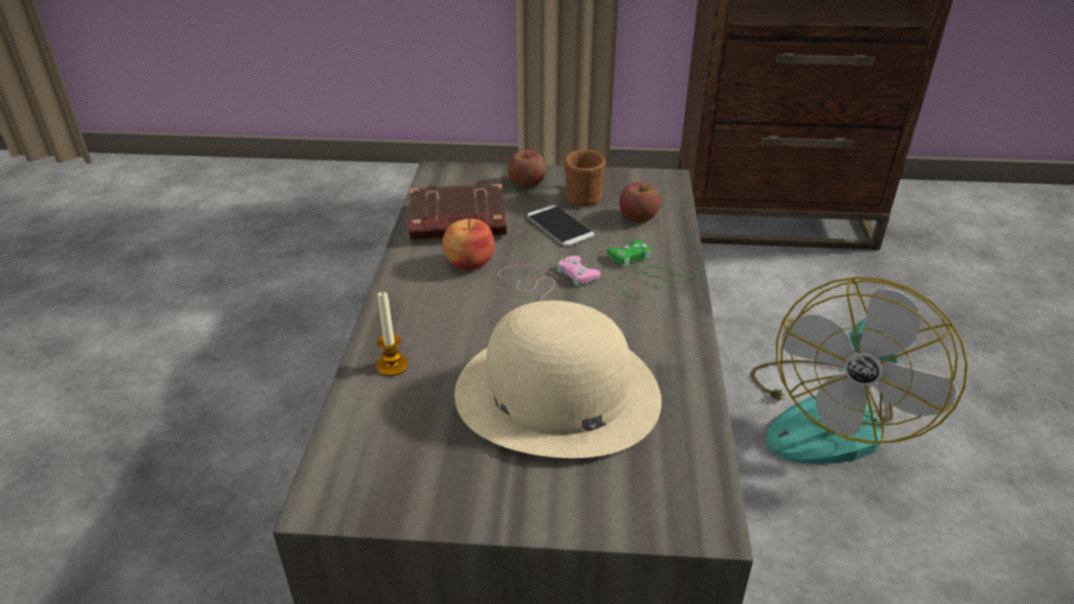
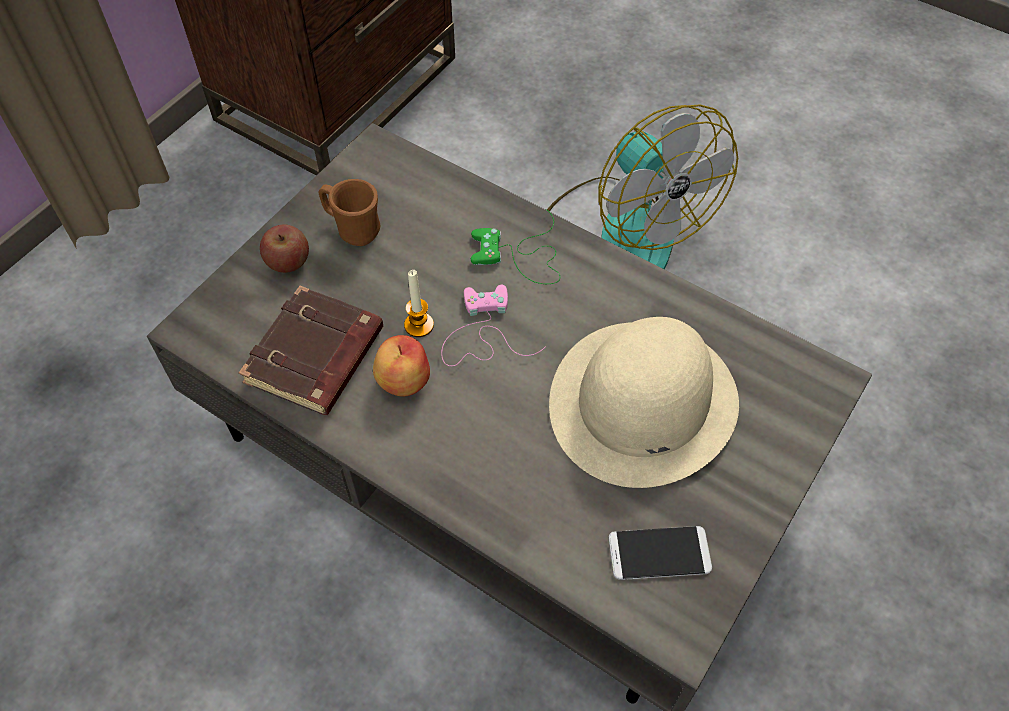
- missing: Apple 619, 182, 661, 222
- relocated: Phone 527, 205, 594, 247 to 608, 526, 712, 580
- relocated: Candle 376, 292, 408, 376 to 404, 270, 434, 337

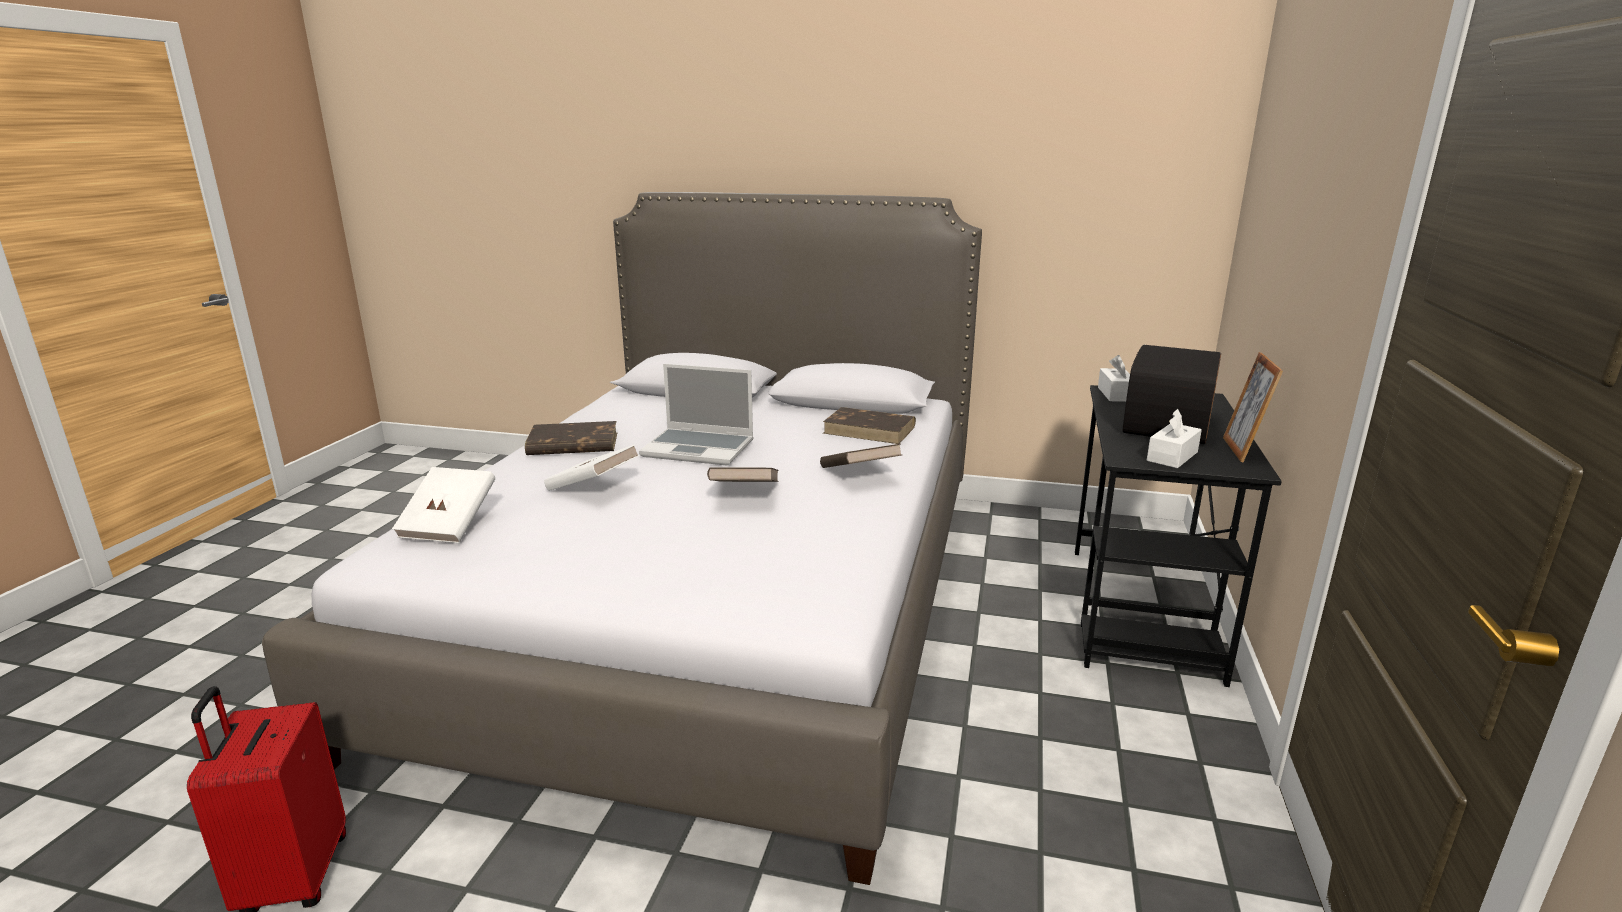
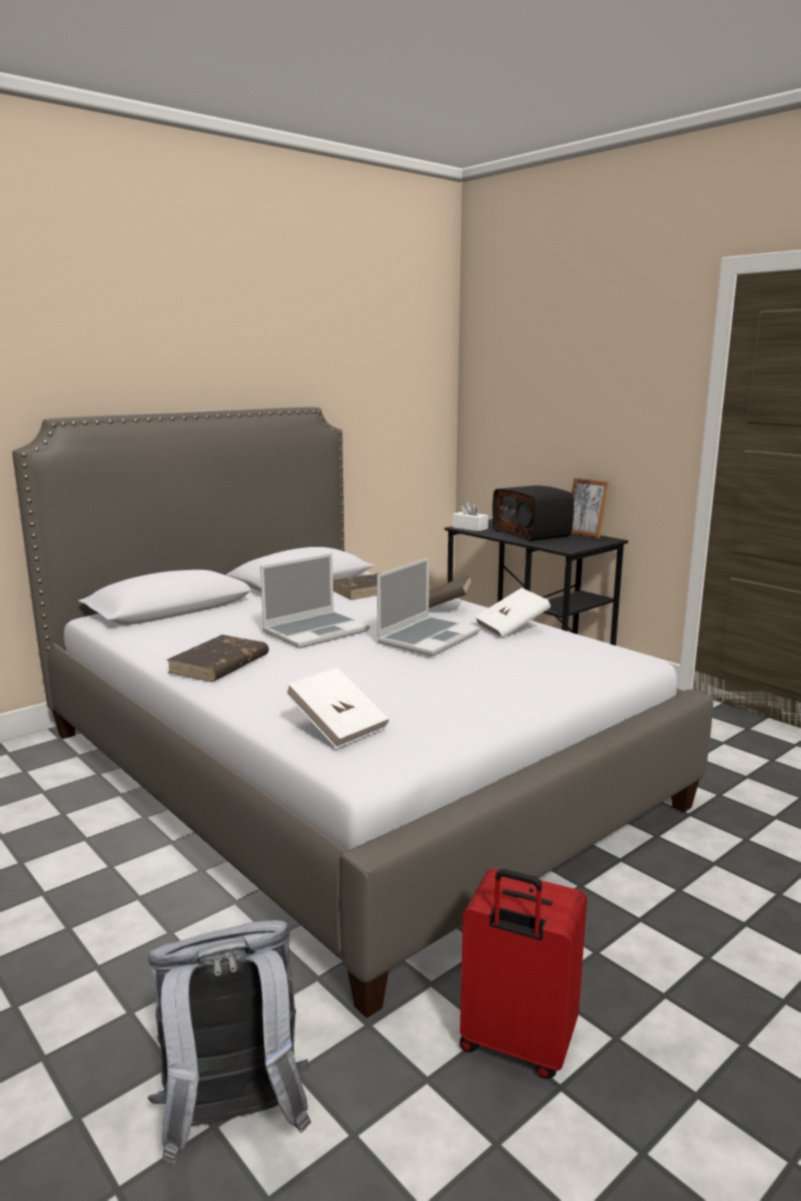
- missing: WhiteTissueBox 1147, 409, 1202, 468
- relocated: WhiteBook 544, 445, 640, 491 to 475, 588, 551, 639
- exchanged: BrownBook 707, 467, 779, 482 to Laptop 377, 557, 480, 656
- appeared: GreyBackpack 148, 920, 311, 1164

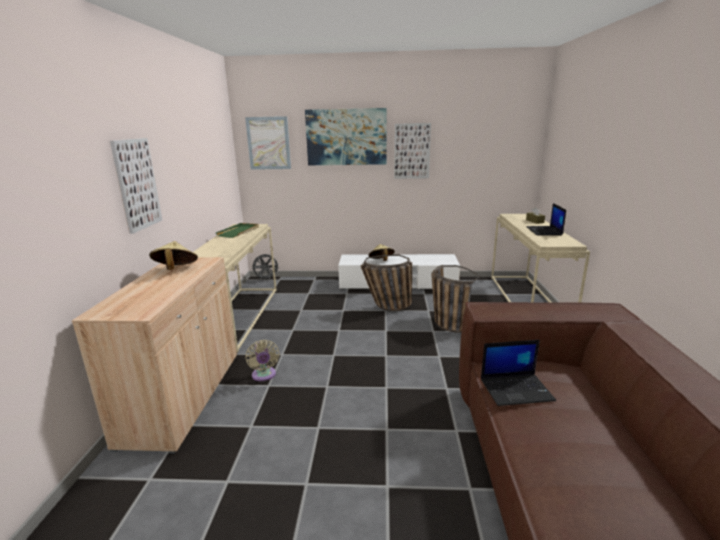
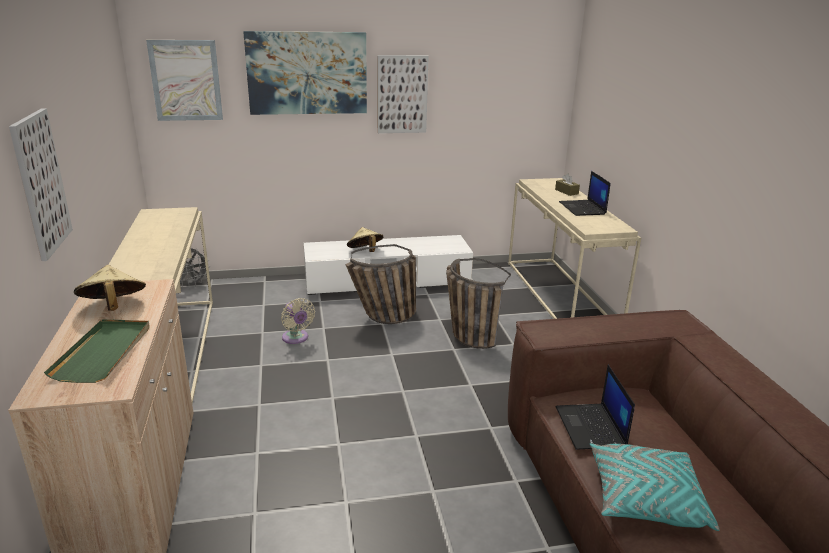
- relocated: GreenTray 216, 223, 259, 238 to 44, 319, 150, 383
- relocated: BeigeFan 245, 340, 280, 381 to 281, 298, 315, 344
- spun: Laptop 481, 340, 556, 406 = 556, 365, 635, 450 105 degrees clockwise
- appeared: TurquoisePillow 590, 443, 720, 531

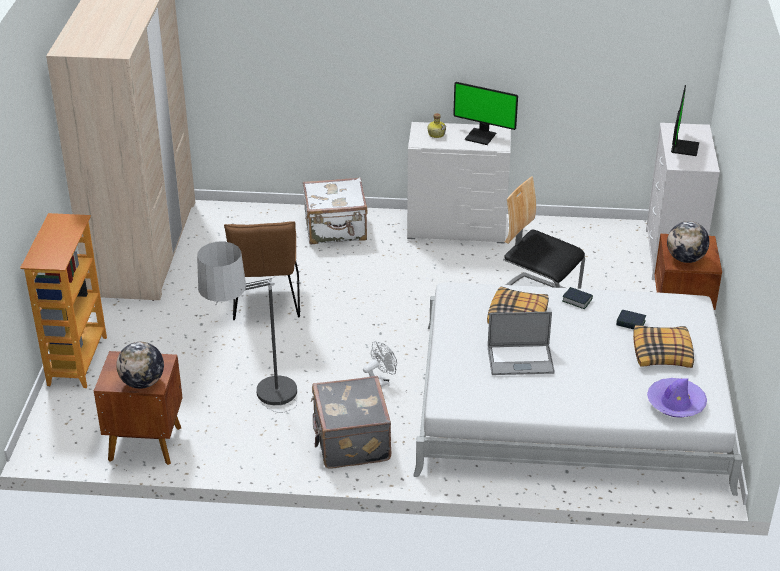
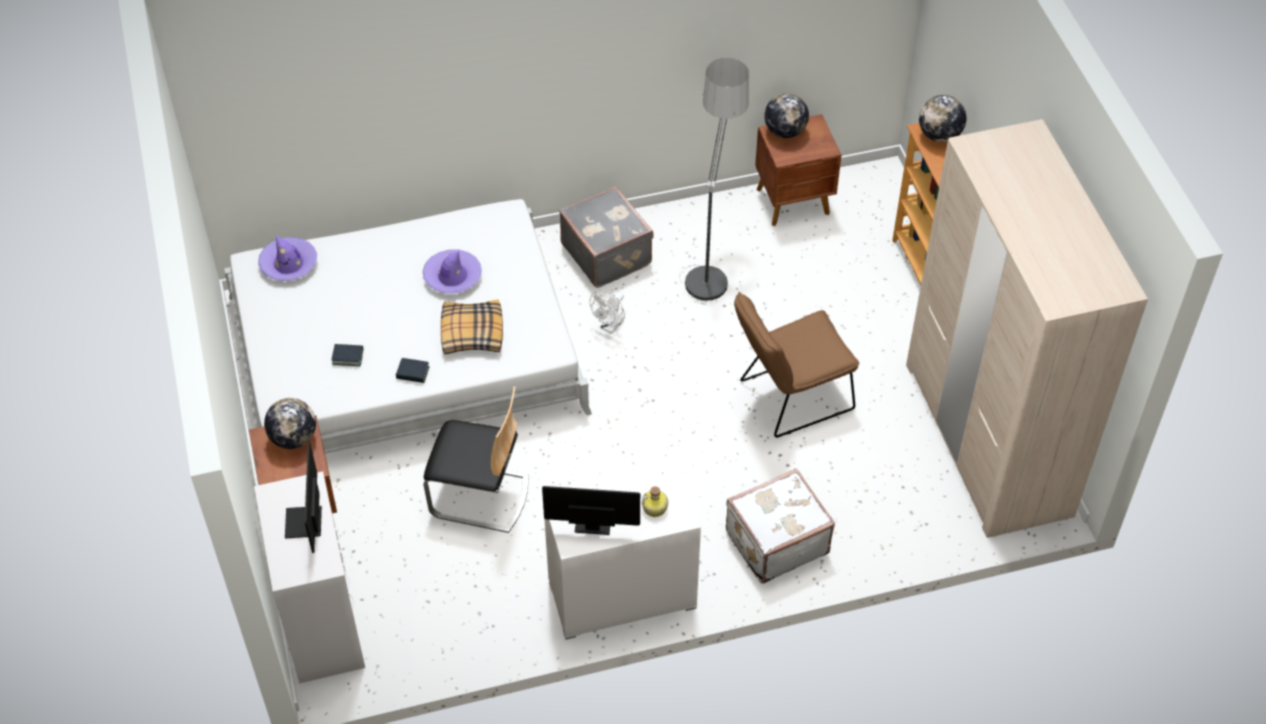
- spun: BrownChair 224, 221, 300, 320 = 734, 292, 860, 437 90 degrees counterclockwise
- exchanged: Laptop 488, 311, 555, 375 to PurpleHat 423, 250, 482, 294
- missing: Pillow 633, 325, 694, 368
- appeared: Globe 919, 95, 966, 142

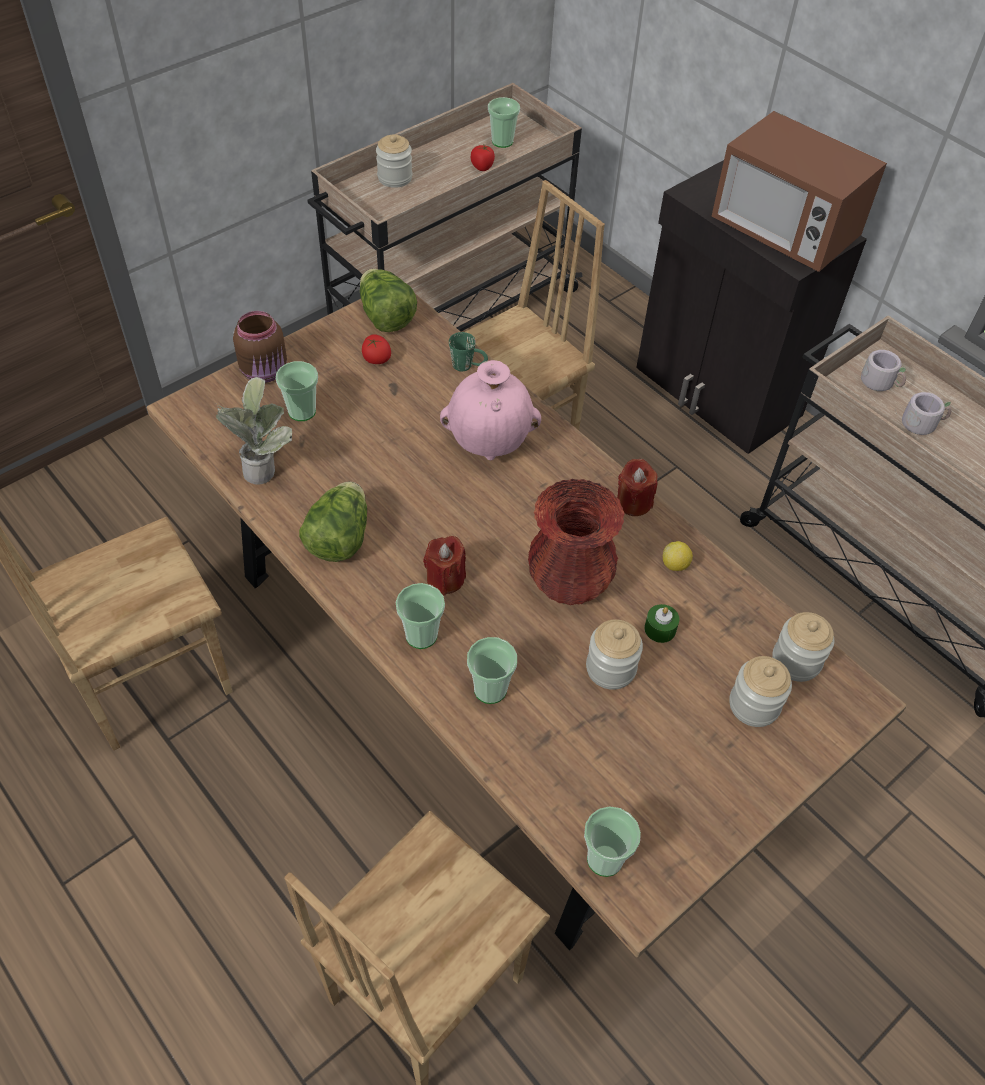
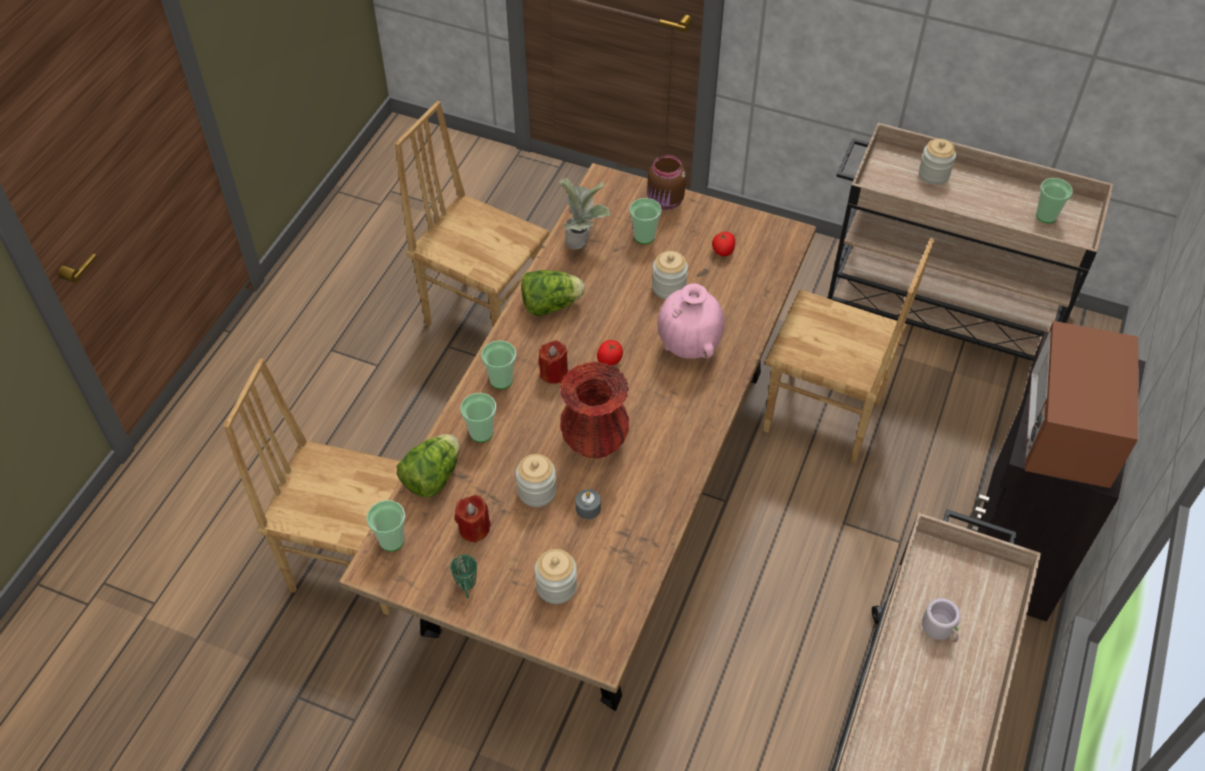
- relocated: Tomato 471, 145, 495, 171 to 597, 340, 623, 366
- relocated: Lettuce 360, 269, 417, 332 to 397, 434, 460, 497
- relocated: GreenMug 449, 332, 488, 371 to 450, 555, 477, 598
- missing: GreyMug 861, 350, 906, 391
- relocated: RedCandle 617, 459, 658, 516 to 454, 495, 491, 543
- missing: Lemon 663, 541, 693, 571
- colour: GreenCandle 644, 604, 679, 643 to GreyCandle 576, 489, 601, 519
- relocated: Jar 772, 612, 834, 682 to 652, 251, 688, 299

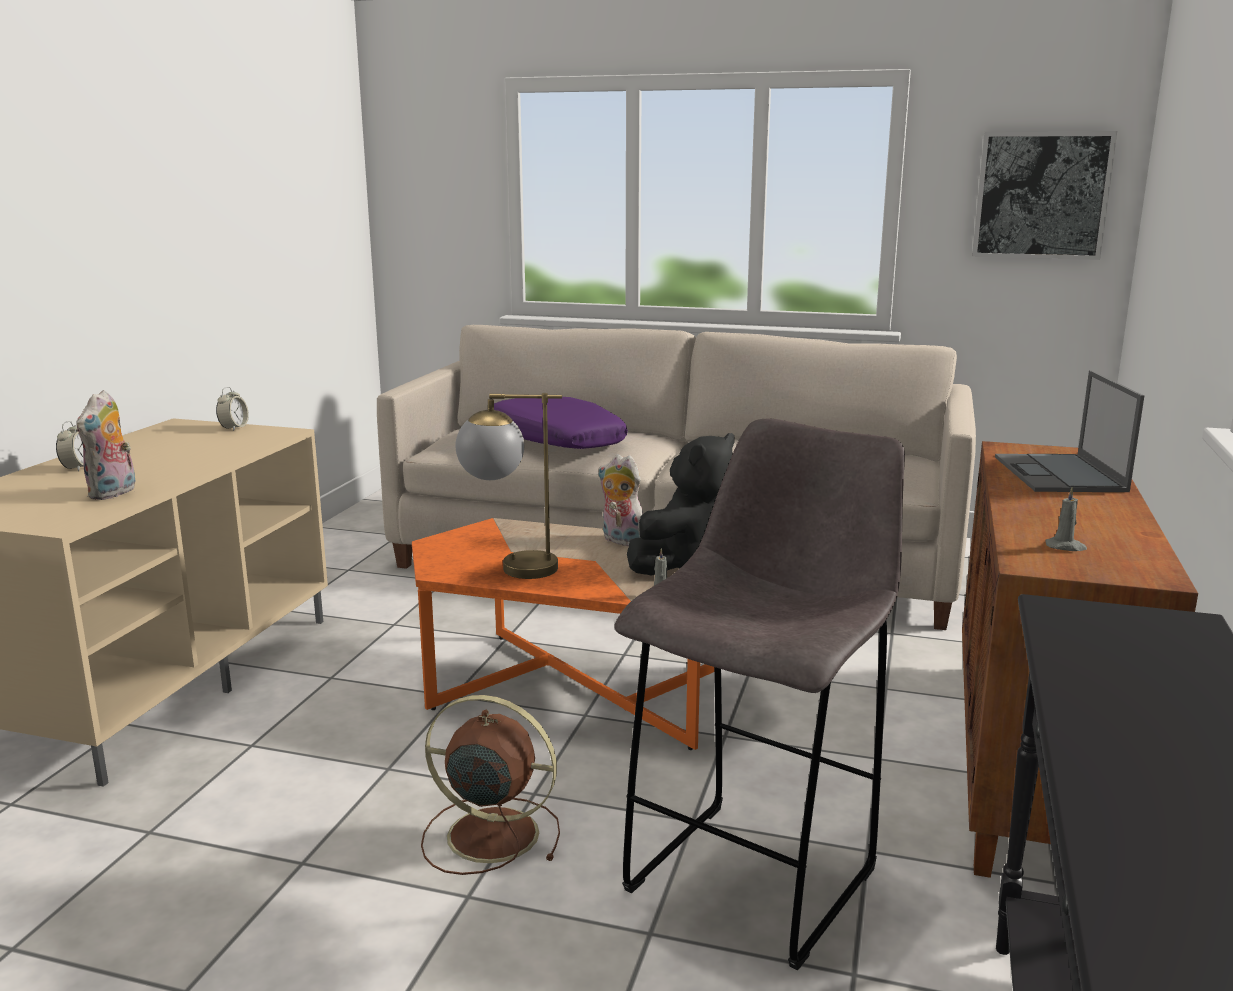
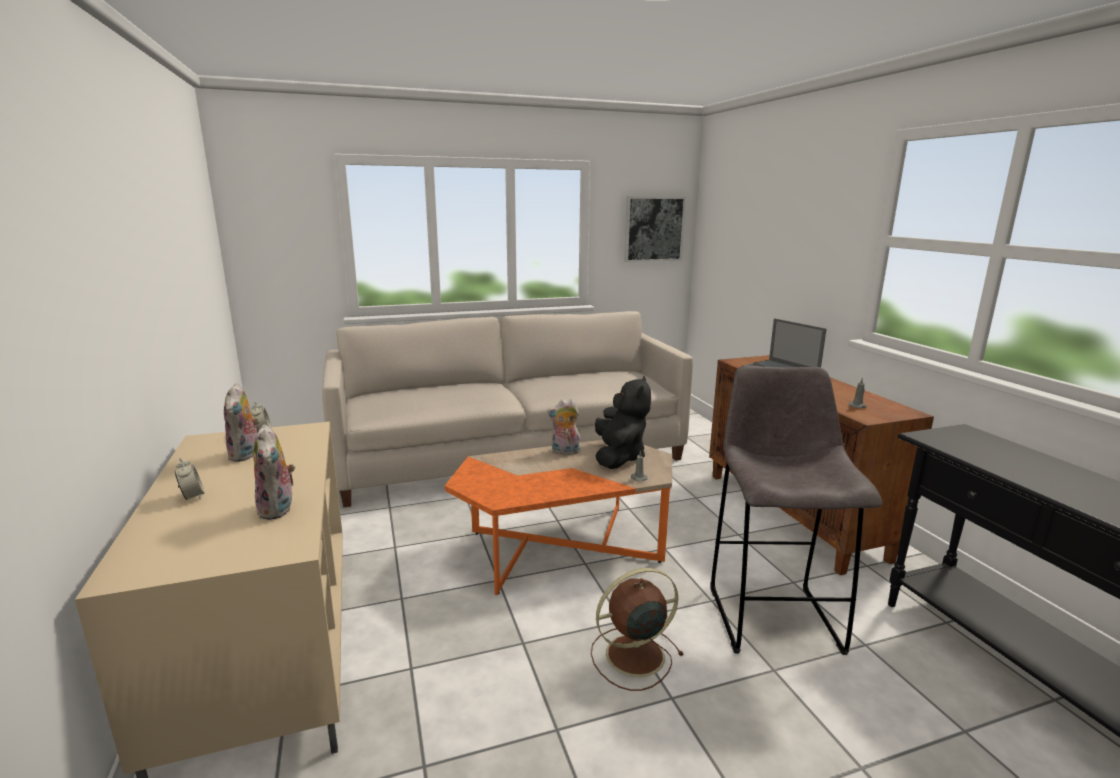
- missing: TableLamp 455, 393, 562, 579
- missing: PurplePillow 494, 397, 628, 449
- appeared: PlushToy 224, 383, 260, 462

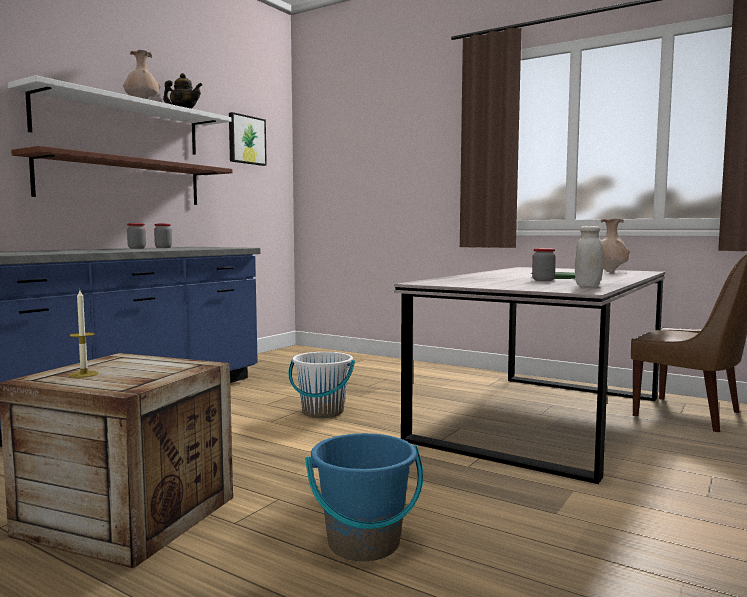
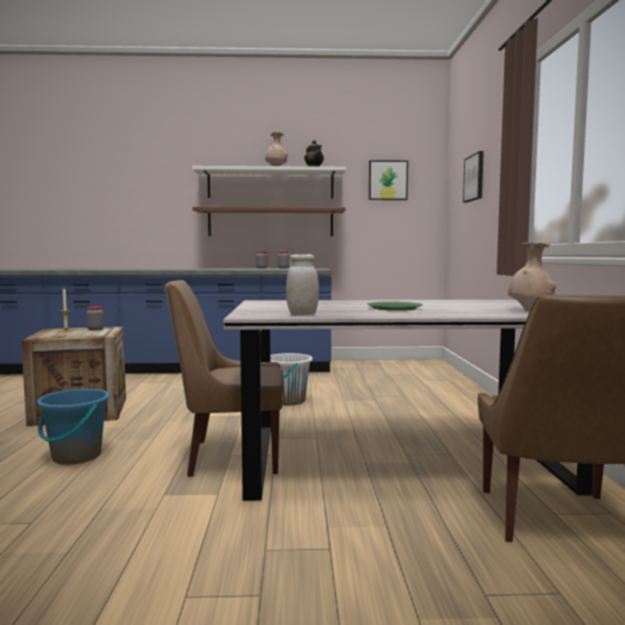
- relocated: Jar 532, 248, 556, 281 to 86, 306, 104, 331
- appeared: Picture 463, 151, 484, 203
- appeared: BrownChair 165, 280, 284, 477

